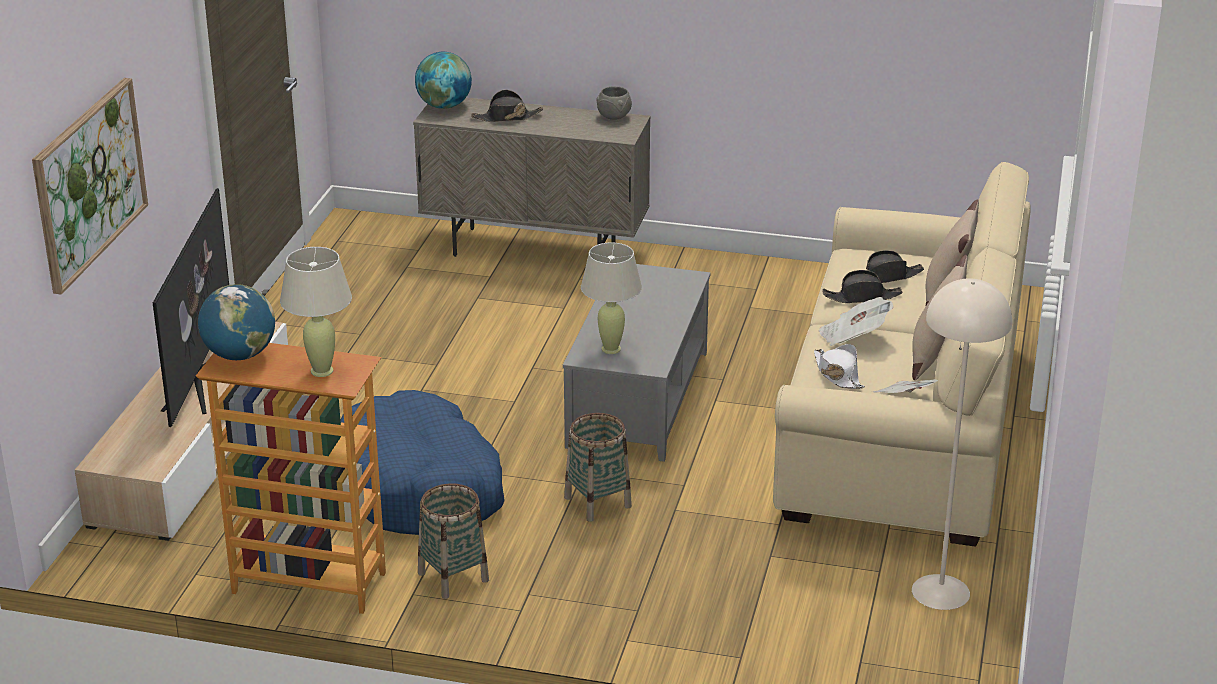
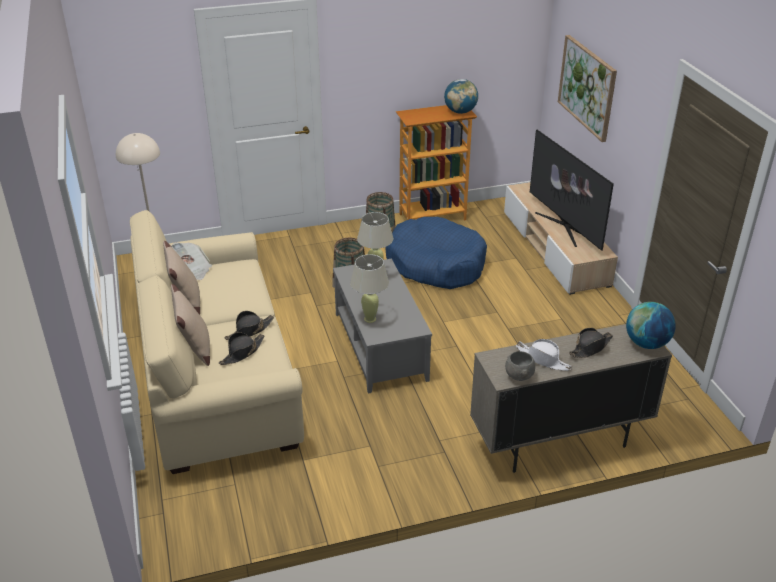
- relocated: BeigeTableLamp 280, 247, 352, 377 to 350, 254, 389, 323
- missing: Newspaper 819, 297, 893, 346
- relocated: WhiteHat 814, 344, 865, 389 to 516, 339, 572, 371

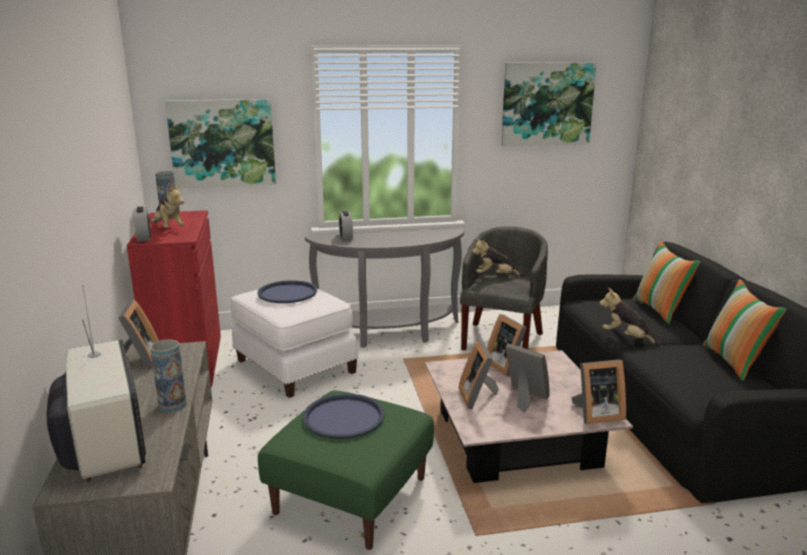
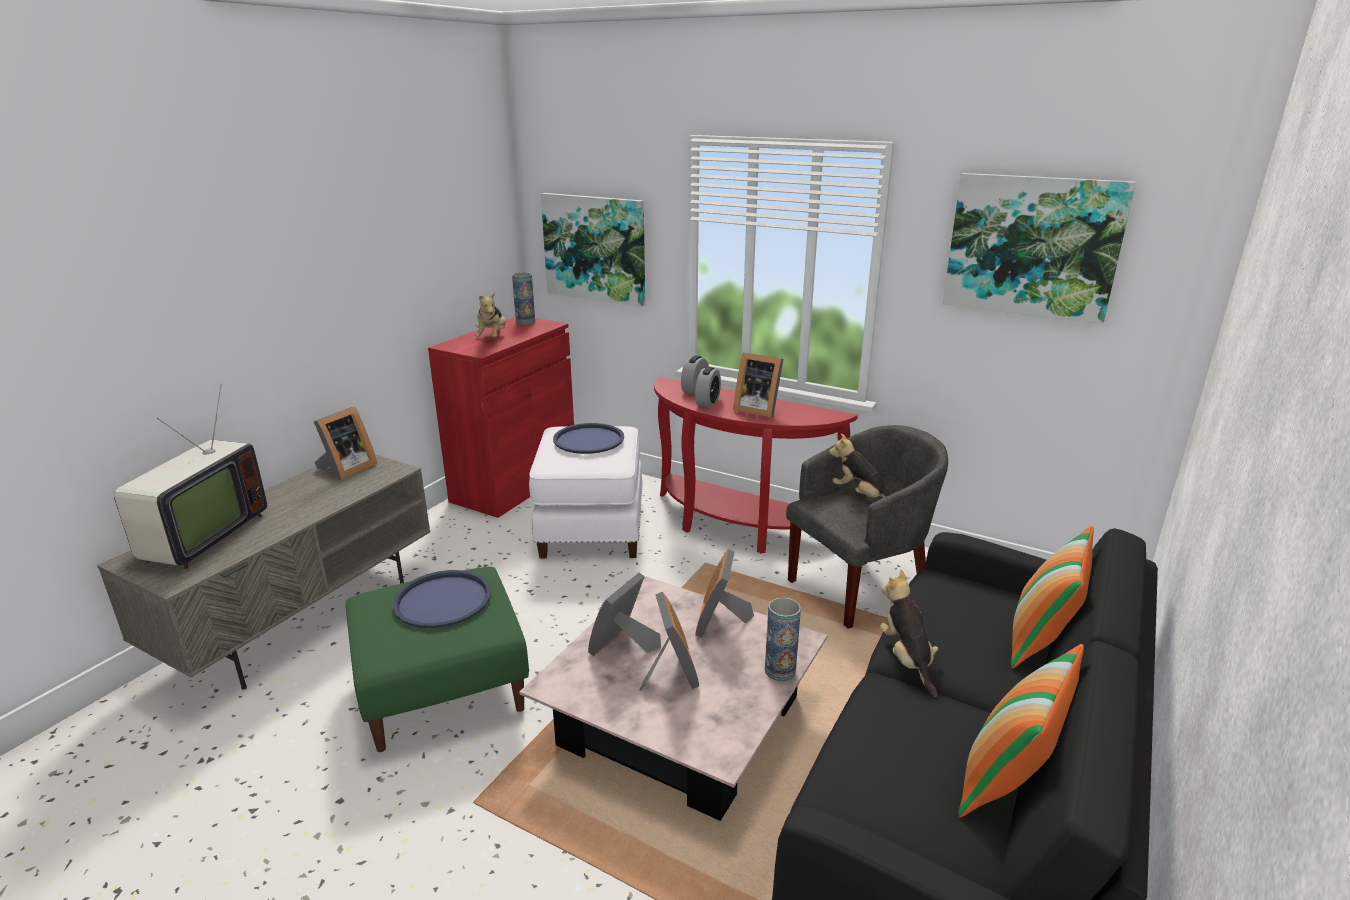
- relocated: AlarmClock 133, 206, 151, 242 to 695, 367, 721, 408
- colour: GreyConsoleTable 305, 228, 464, 348 to RedConsoleTable 654, 377, 858, 553
- relocated: Vase 150, 340, 187, 413 to 765, 597, 801, 681
- relocated: PictureFrame 571, 359, 626, 424 to 733, 353, 783, 417

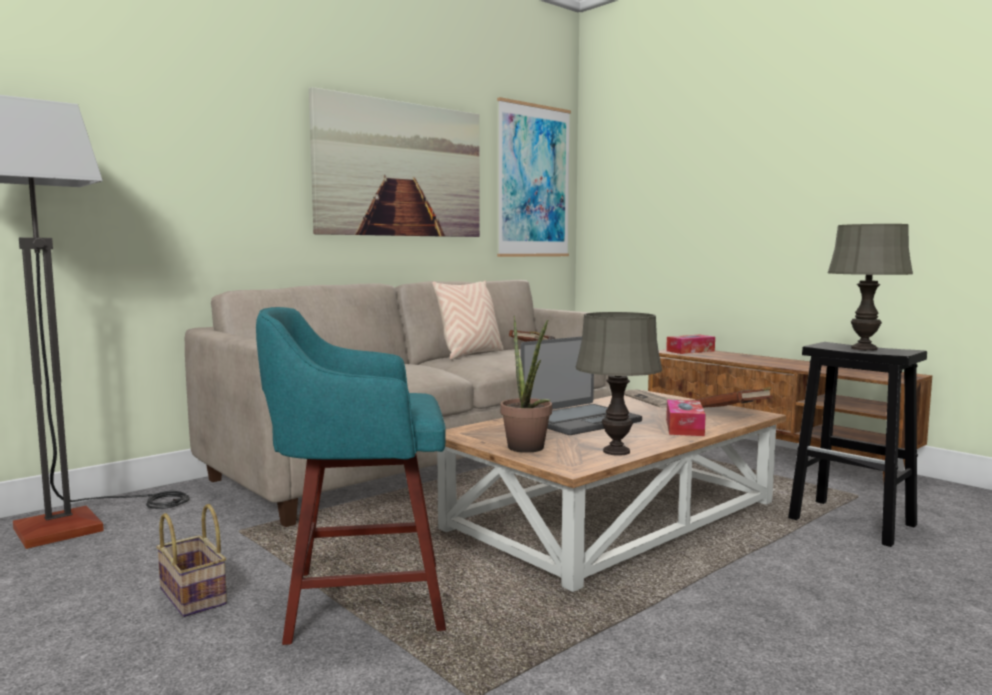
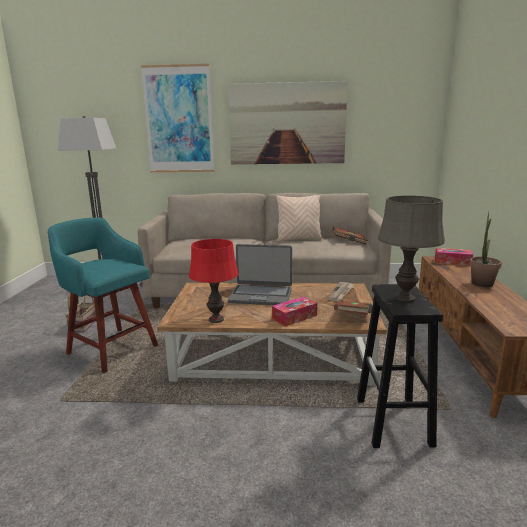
- relocated: Picture 497, 97, 571, 257 to 141, 64, 215, 172
- colour: GreyTableLamp 576, 312, 662, 456 to RedTableLamp 189, 239, 239, 323
- relocated: PottedPlant 500, 316, 552, 453 to 470, 212, 502, 287

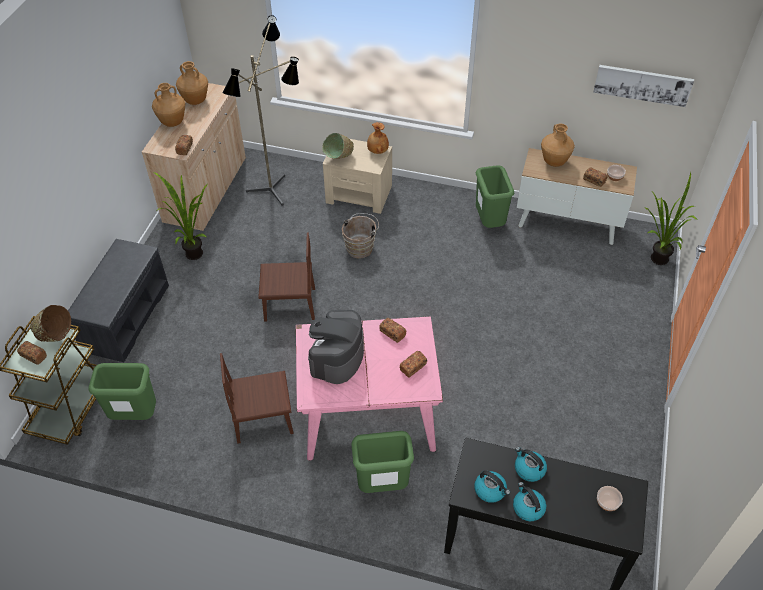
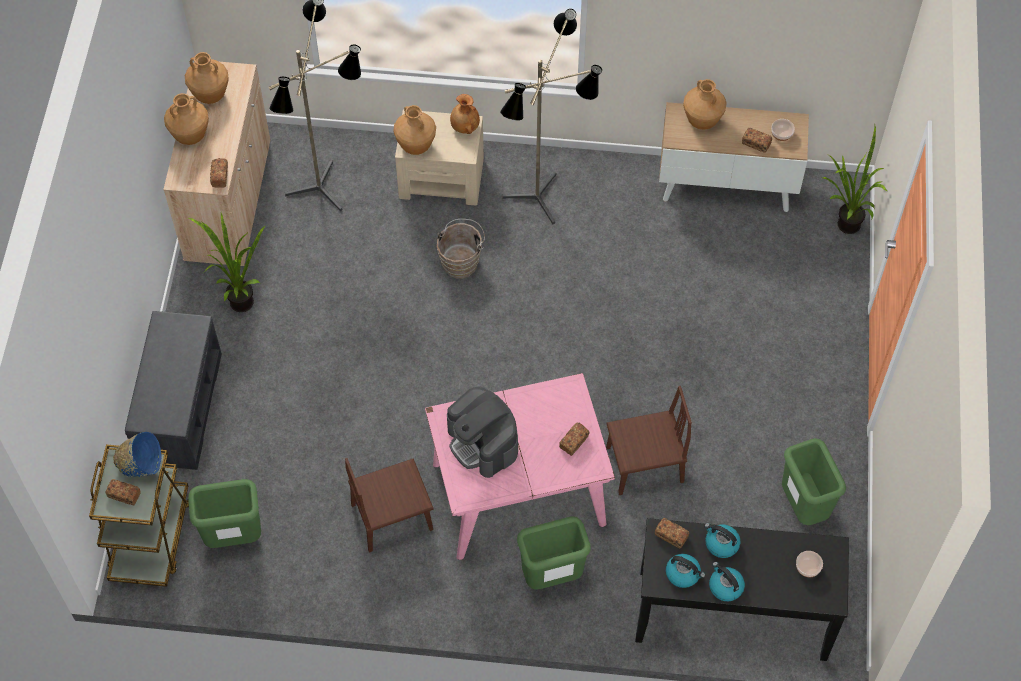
- missing: Picture 593, 65, 694, 107
- exchanged: GreenBowl 322, 133, 354, 159 to BrownVase 393, 105, 436, 155
- relocated: GreenTrashCan 476, 165, 514, 228 to 782, 438, 846, 525
- relocated: BrownChair 258, 233, 315, 322 to 606, 386, 692, 495
- colour: BrownBowl 30, 305, 71, 342 to BlueBowl 113, 432, 162, 477
- spun: CoffeeMachine 308, 310, 364, 384 = 447, 387, 518, 478 45 degrees counterclockwise
- relocated: Bread 379, 318, 406, 343 to 655, 518, 689, 549
- appeared: FloorLamp 500, 9, 602, 224

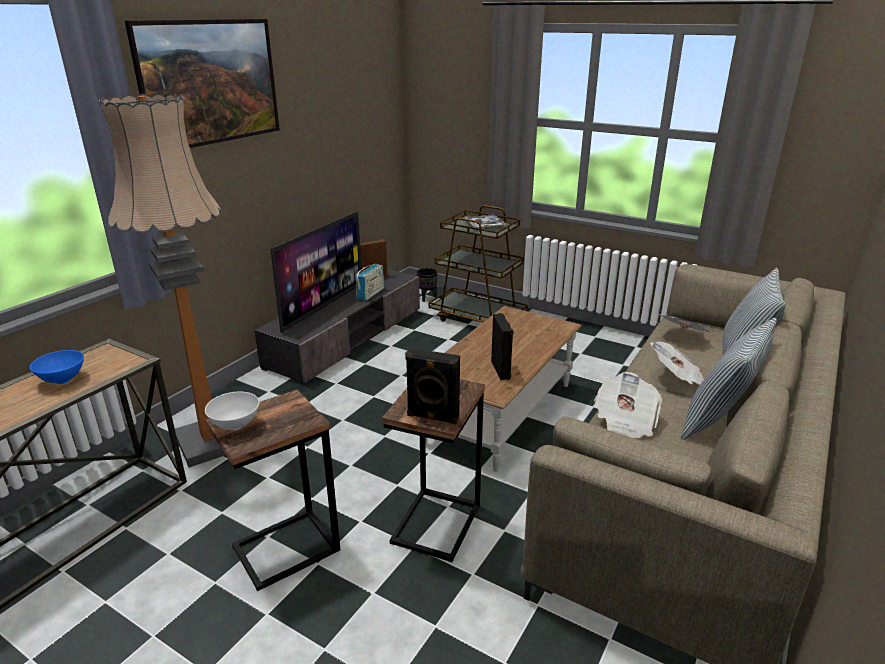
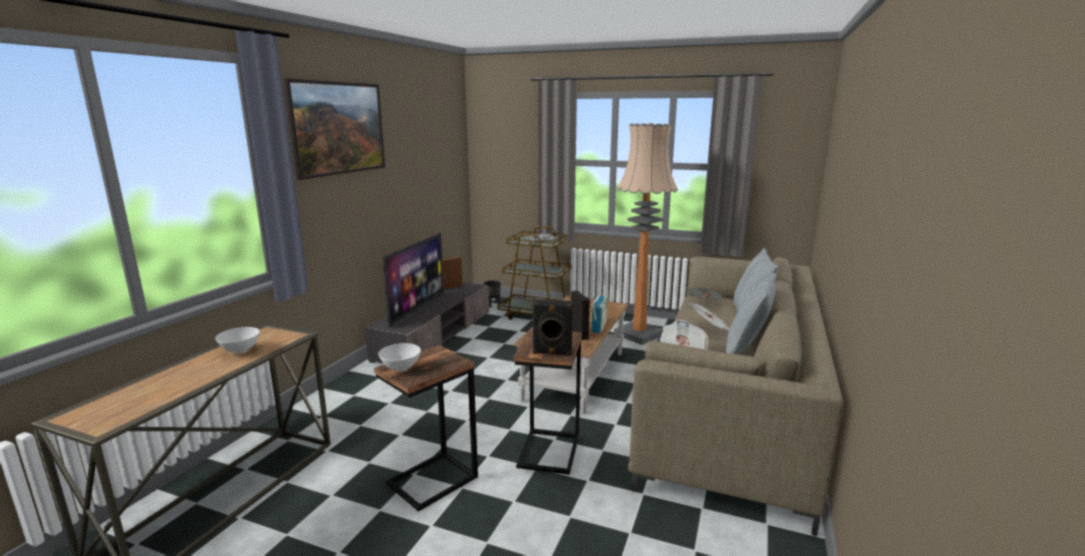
- relocated: FloorLamp 99, 93, 225, 467 to 614, 123, 678, 345
- relocated: Radio 356, 264, 384, 301 to 591, 295, 608, 333
- colour: BlueBowl 30, 350, 84, 384 to WhiteBowl 215, 327, 260, 354

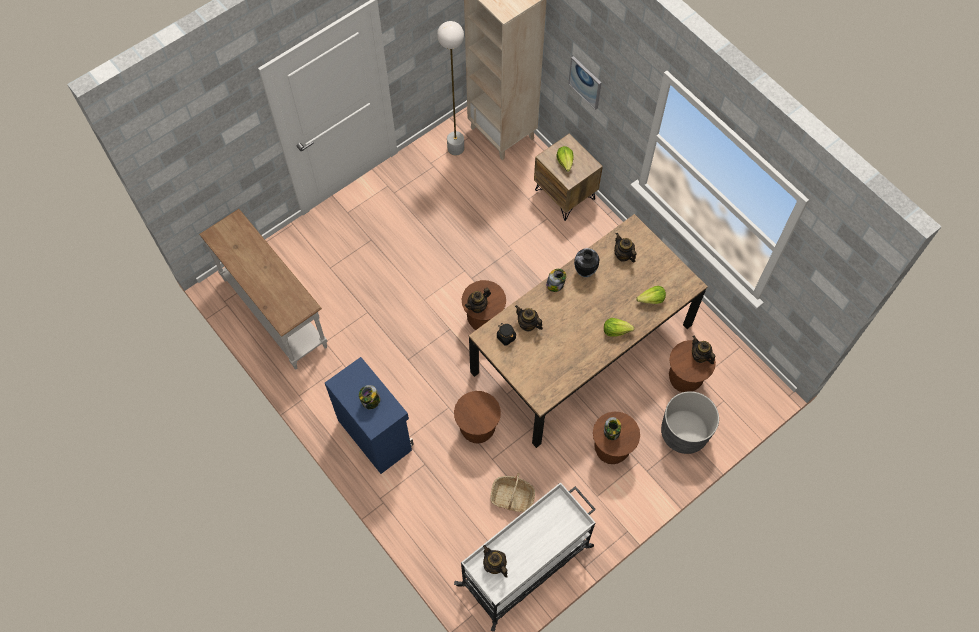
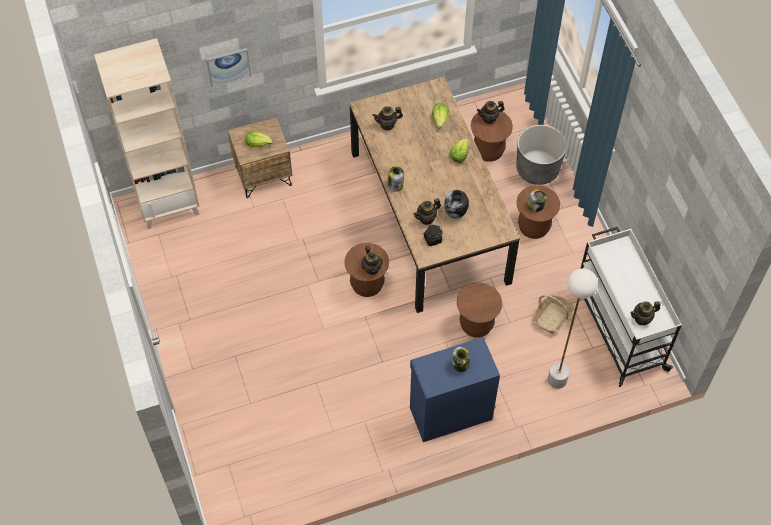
- relocated: WhiteFloorLamp 437, 21, 464, 156 to 548, 268, 598, 389
- missing: WhiteConsoleTable 199, 209, 327, 370
- relocated: Vase 574, 248, 599, 277 to 444, 190, 469, 219

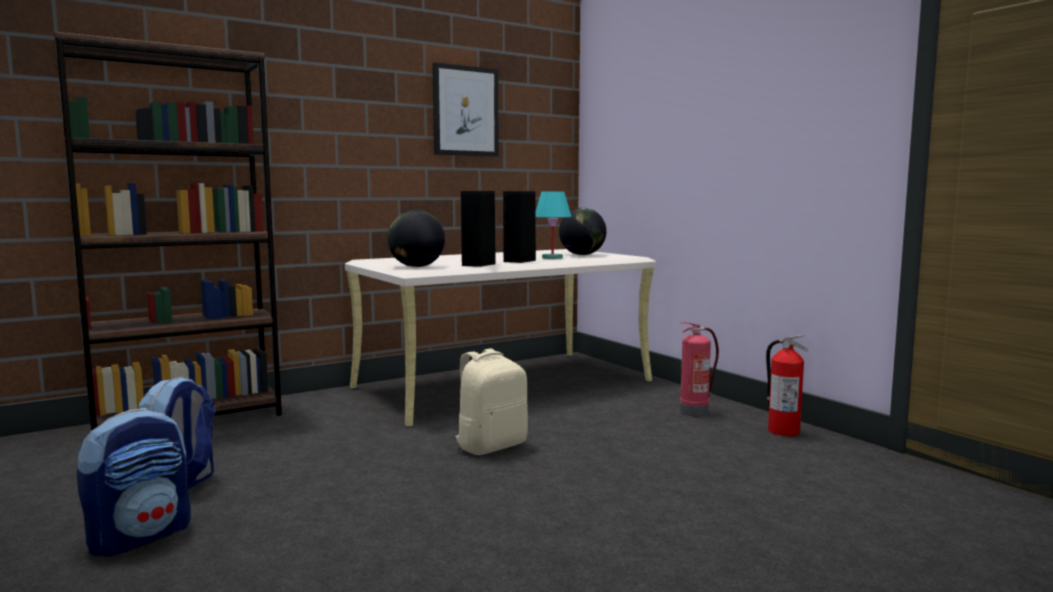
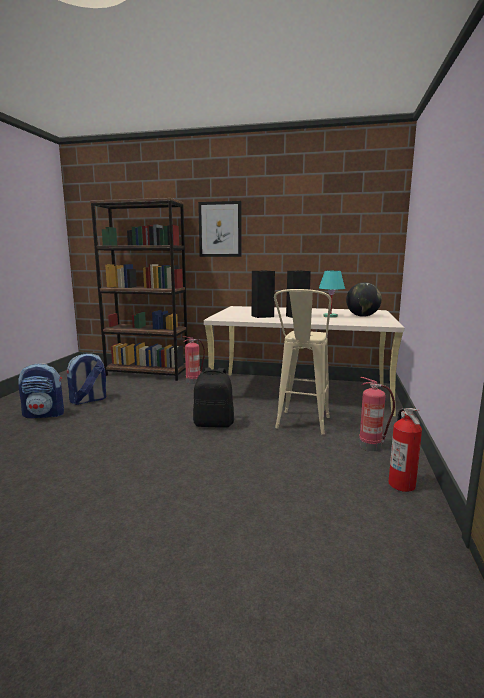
- relocated: Picture 432, 63, 499, 157 to 198, 201, 242, 257
- missing: Globe 388, 210, 445, 267
- colour: BeigeBackpack 455, 348, 528, 455 to BlackBackpack 193, 368, 234, 428
- appeared: BeigeStool 274, 289, 331, 435
- appeared: FireExtinguisher 183, 336, 205, 384

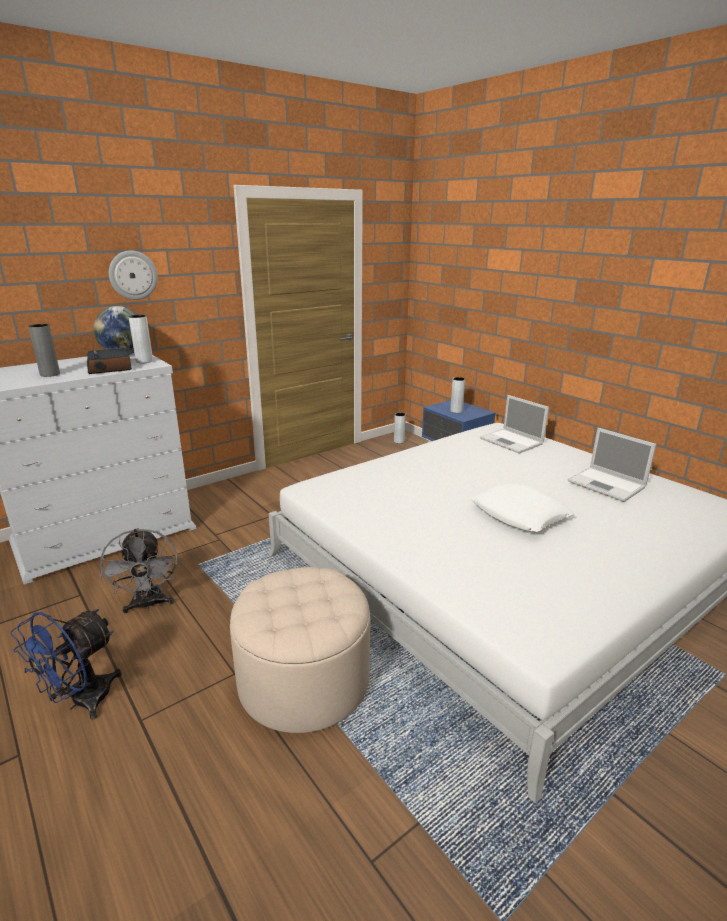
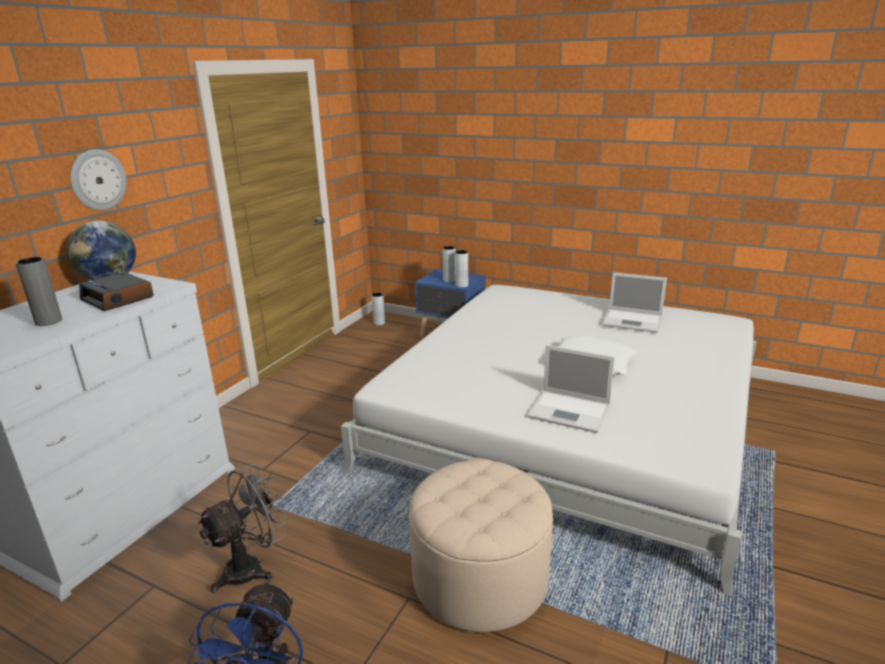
- relocated: GreyVase 129, 315, 153, 363 to 455, 250, 468, 287
- relocated: Laptop 480, 395, 549, 454 to 528, 345, 615, 433
- spun: GreyFan 100, 528, 177, 613 = 197, 464, 289, 593 90 degrees counterclockwise

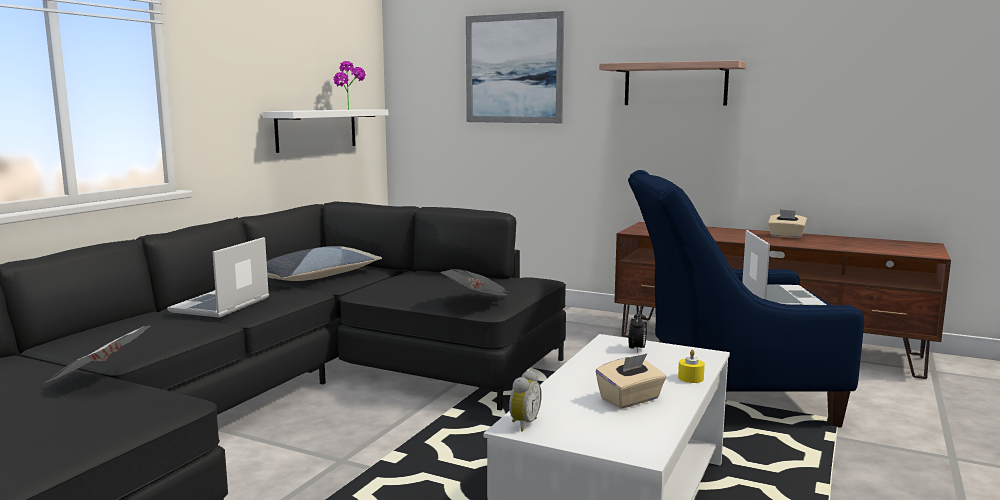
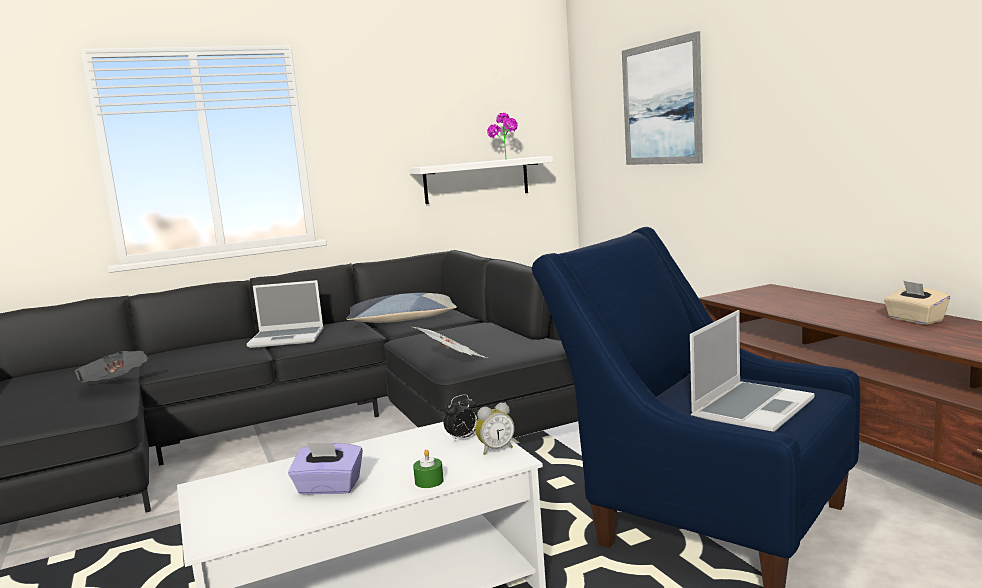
- missing: Shelf 599, 60, 746, 106
- spun: Laptop 167, 237, 269, 318 = 247, 280, 324, 348 150 degrees counterclockwise
- colour: YellowCandle 678, 350, 705, 383 to GreenCandle 413, 449, 444, 488
- colour: BeigeTissueBox 596, 354, 666, 409 to PurpleTissueBox 288, 443, 363, 495
- relocated: AlarmClock 509, 370, 542, 431 to 475, 403, 515, 455

